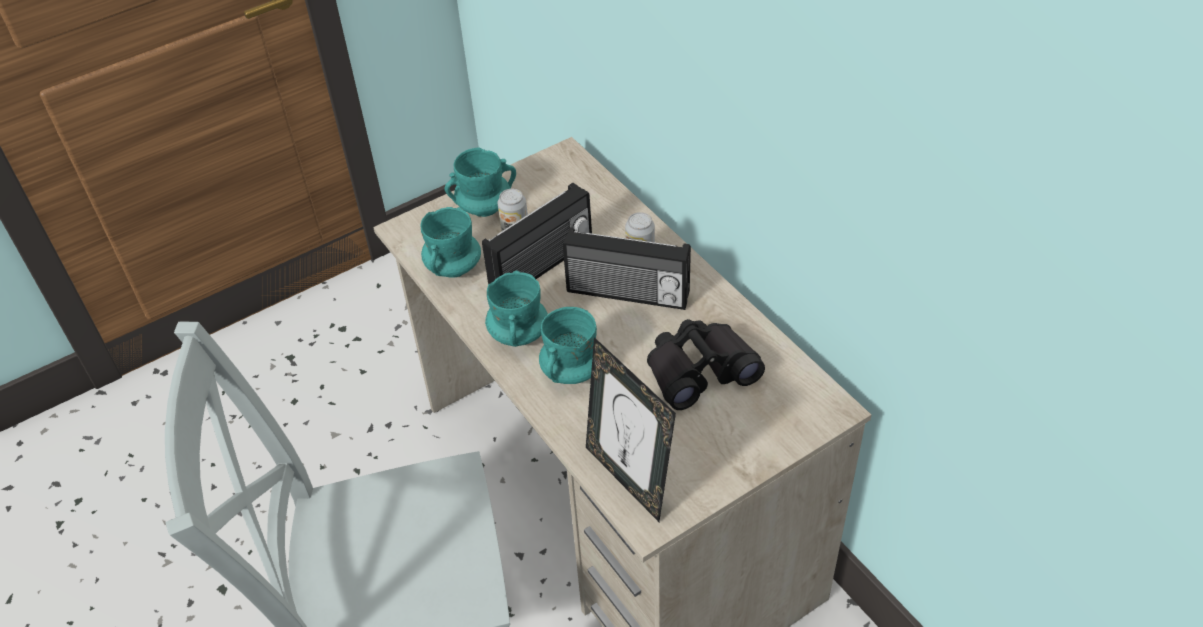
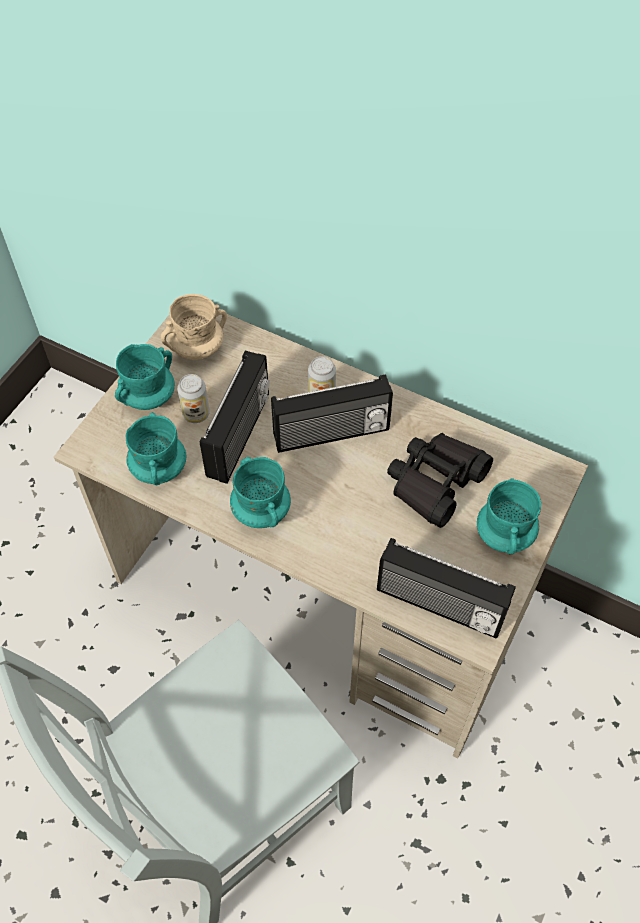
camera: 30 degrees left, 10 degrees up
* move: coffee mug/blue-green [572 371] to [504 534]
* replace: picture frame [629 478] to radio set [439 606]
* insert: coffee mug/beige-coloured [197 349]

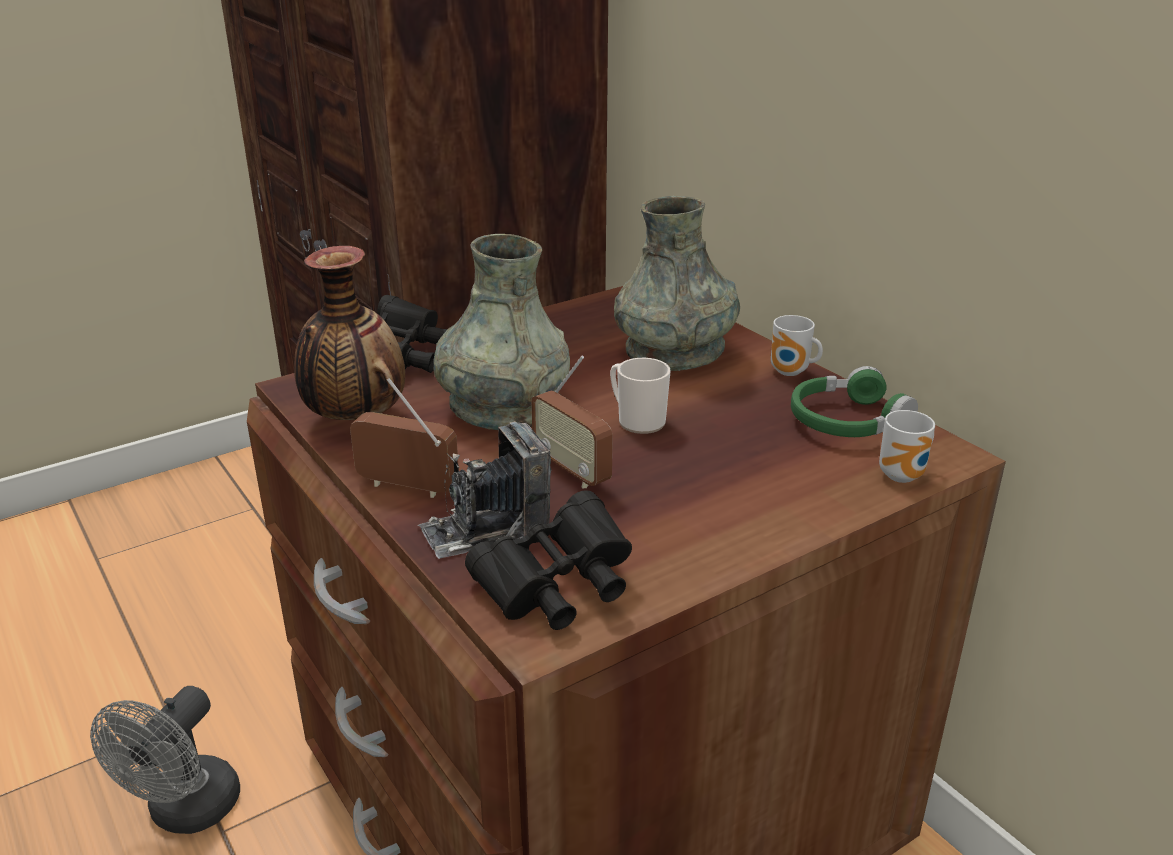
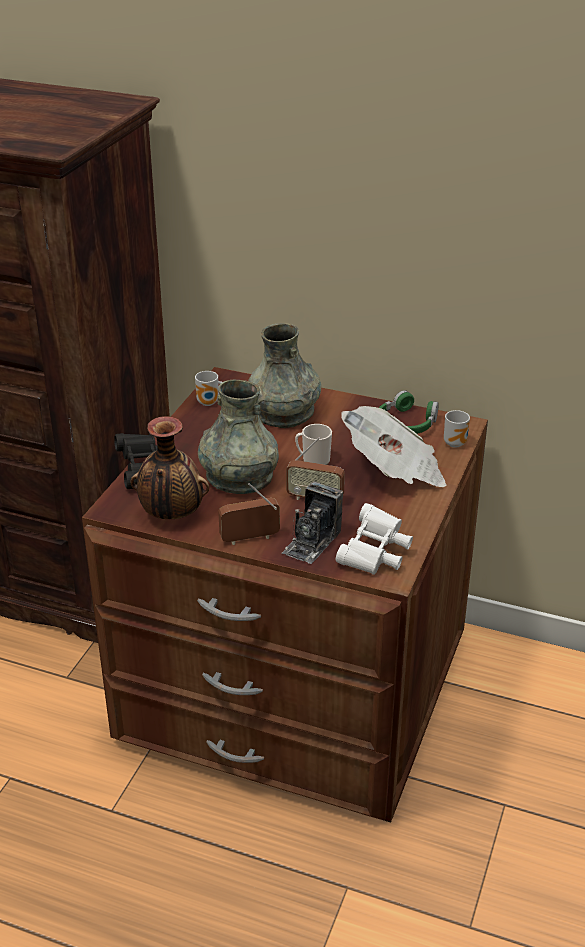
camera: 35 degrees left, 5 degrees up
* move: coffee mug [791 373] to [209 403]
* recolor: pair of binoculars/black [556 589] to pair of binoculars/white-coloured [375 554]
* delete: fan/grey [186 813]
* insert: daily paper [394 471]

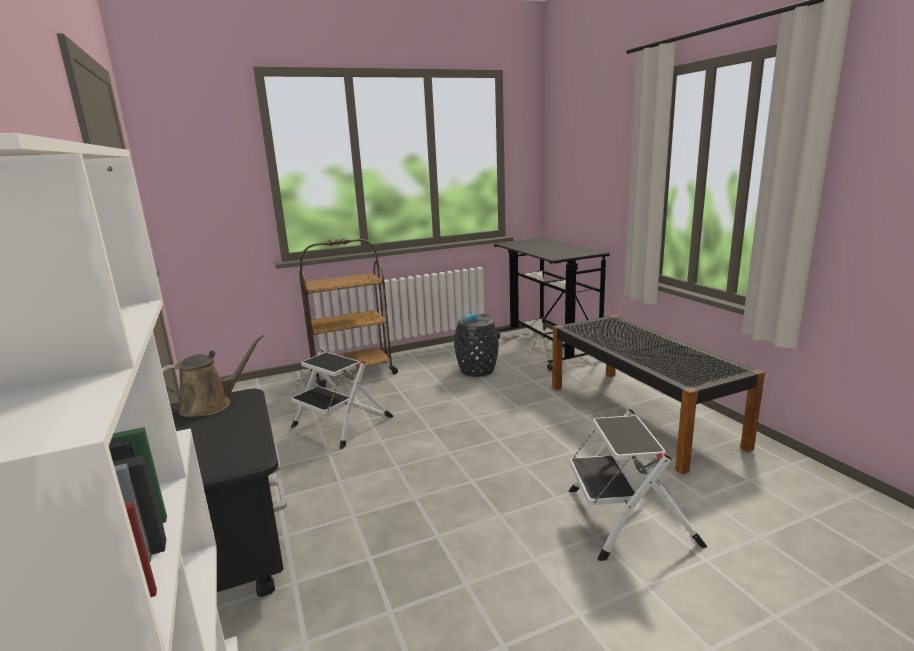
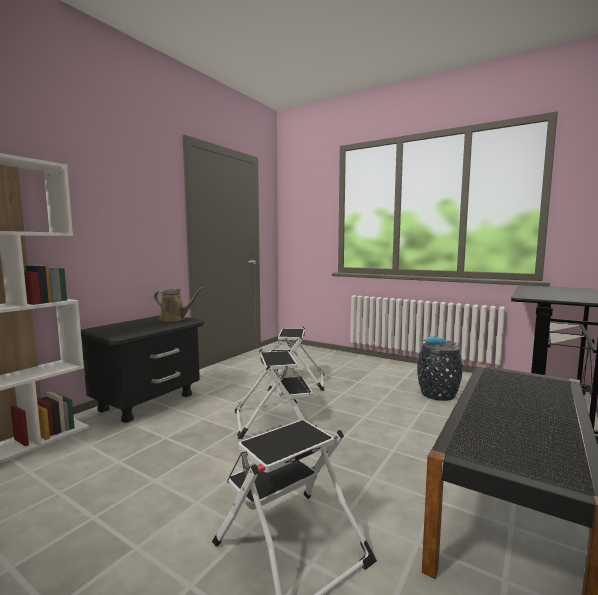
camera: 55 degrees right, 10 degrees down
* delete: cart/brown [353 374]
* insert: step ladder [273 419]

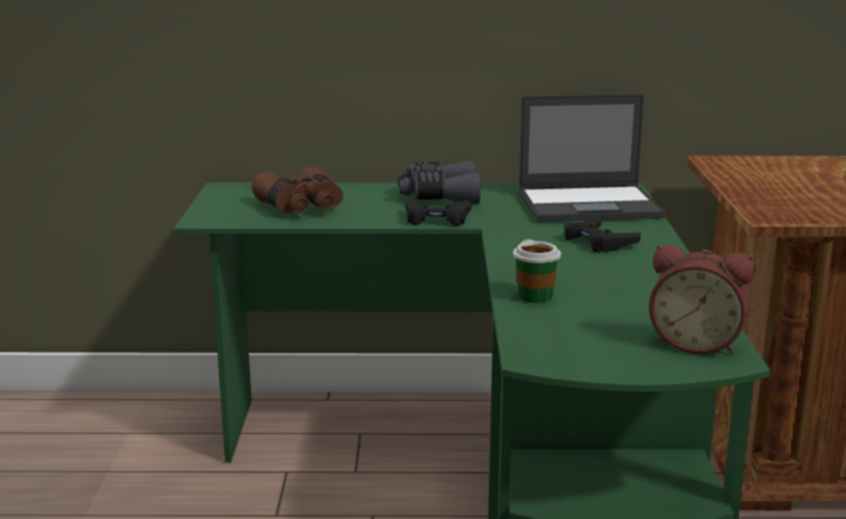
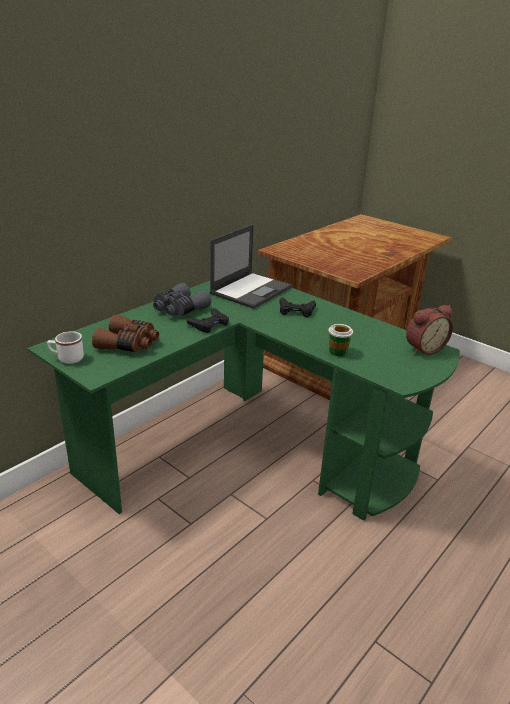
camera: 50 degrees left, 10 degrees up
* insert: coffee mug/white-coloured [67 359]

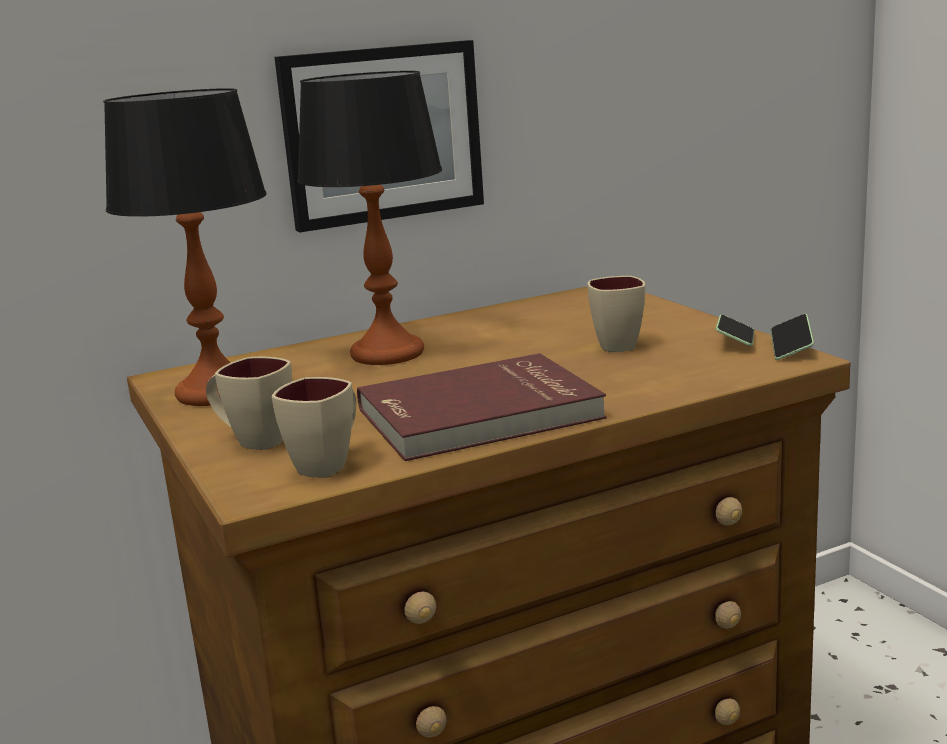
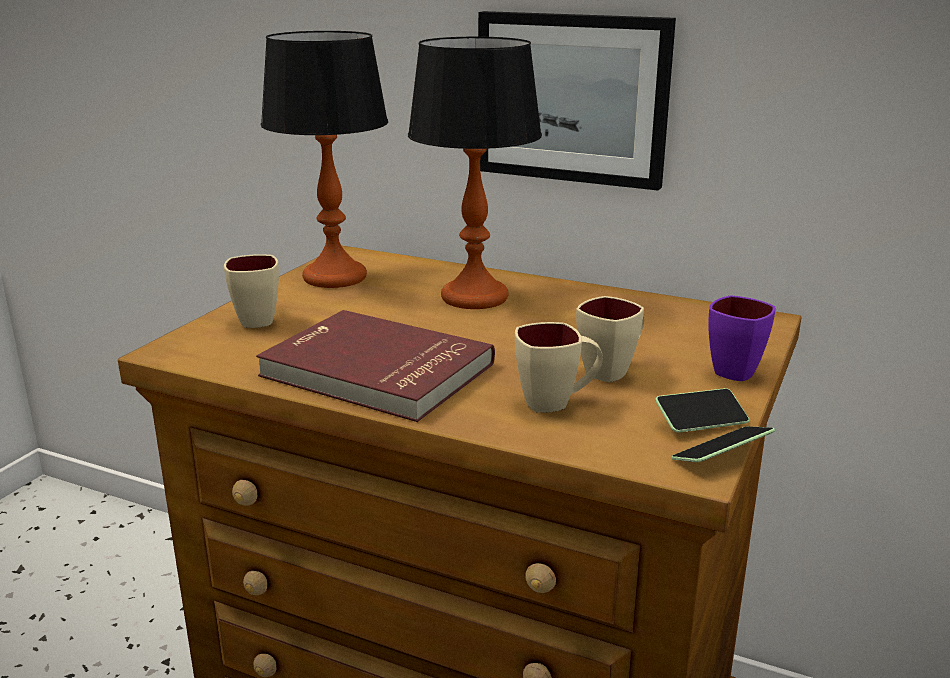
camera: 50 degrees right, 5 degrees up
* move: coffee mug/beige-coloured [329 463] to [557 402]
* insert: coffee mug/purple-coloured [739 369]

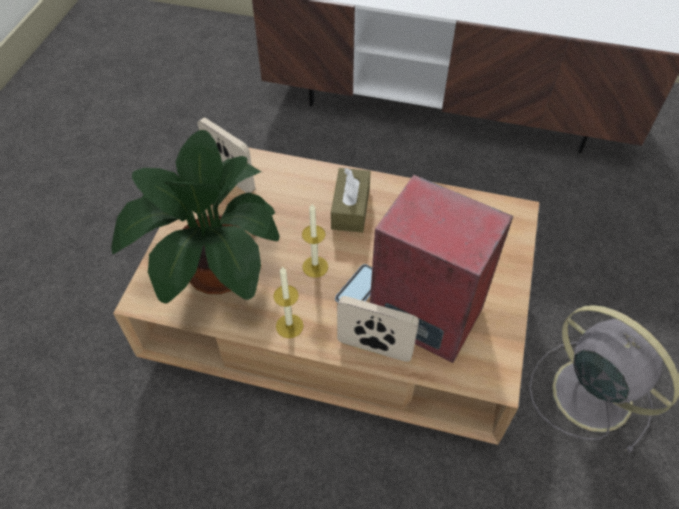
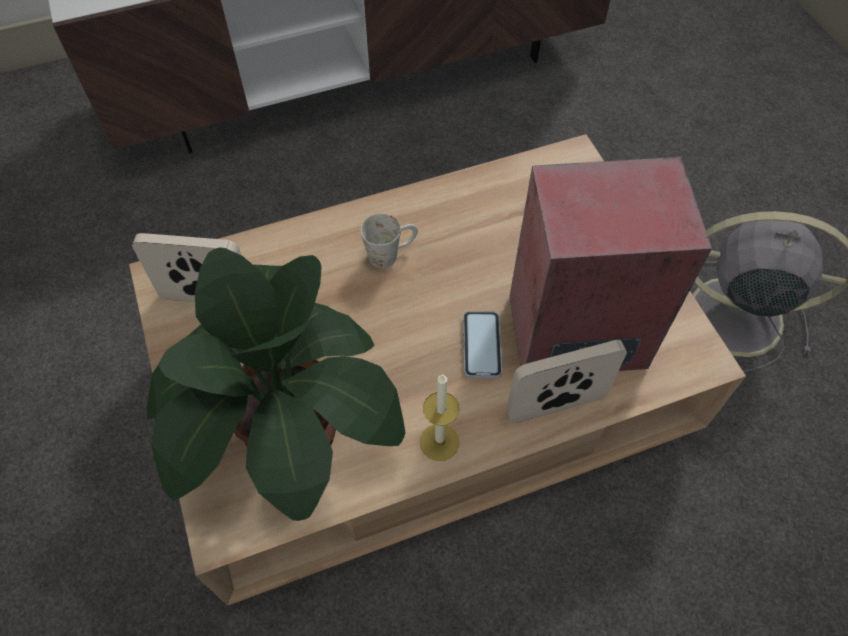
camera: 35 degrees left, 5 degrees up
* replace: tissue box/brown [350 208] to coffee mug/white-coloured [391 253]
* delete: candle [315 266]

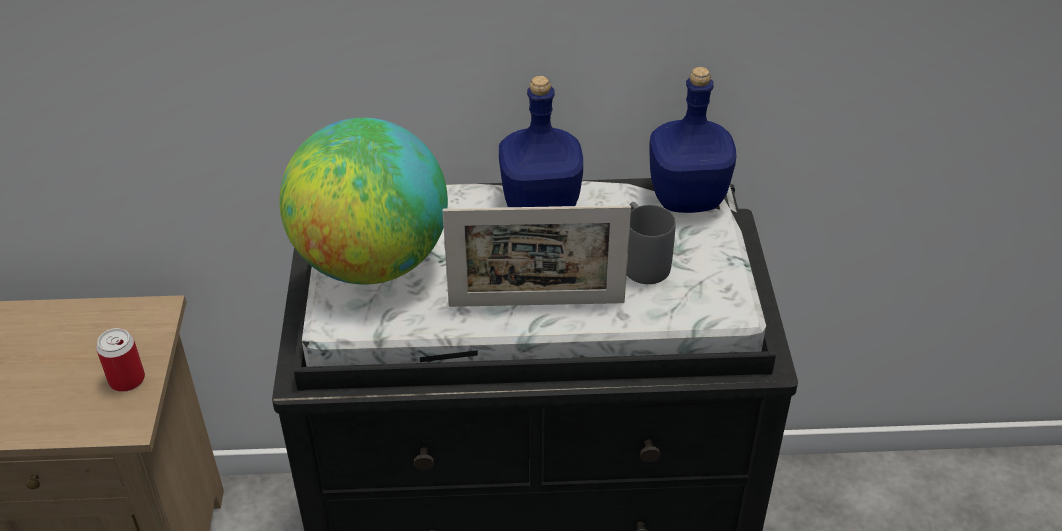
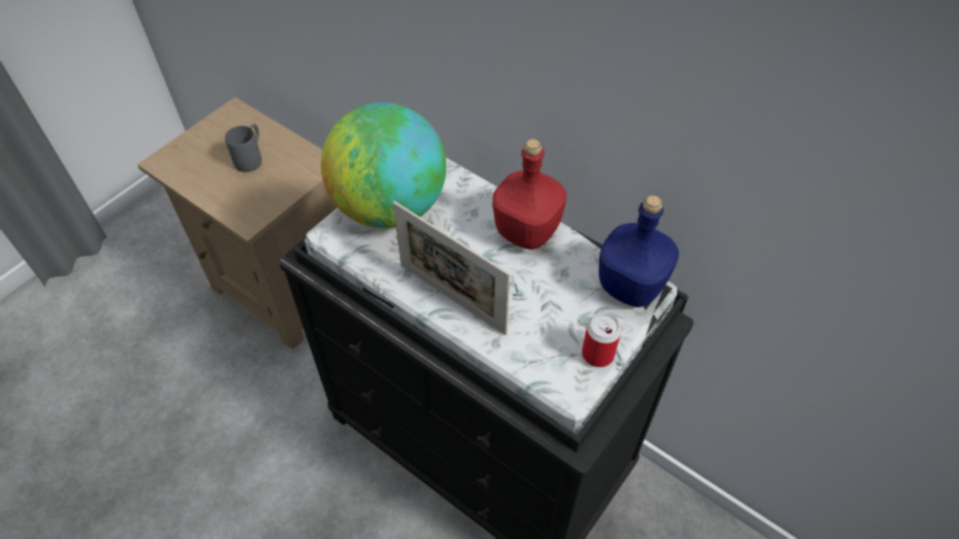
camera: 40 degrees right, 10 degrees up
* recolor: beverage bottle/blue [539 205] to beverage bottle/reddish [527 230]
* move: coffee mug/grey [642 261] to [251 158]
* move: metal can [127 379] to [598 354]

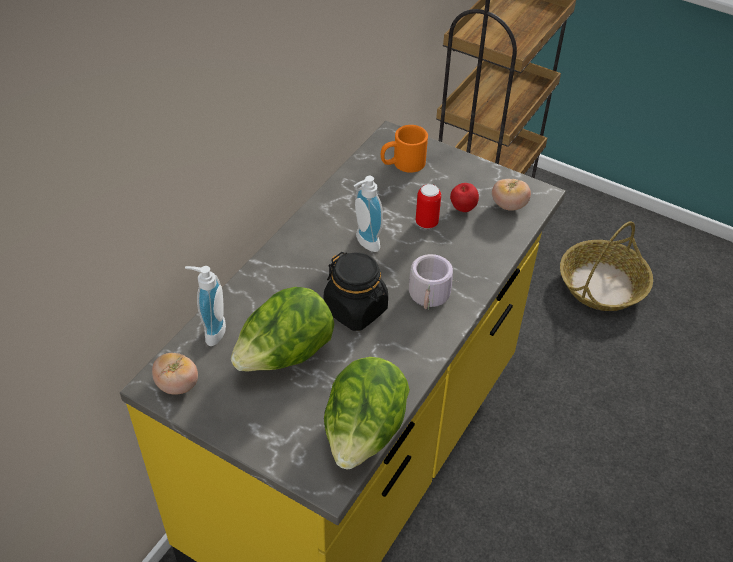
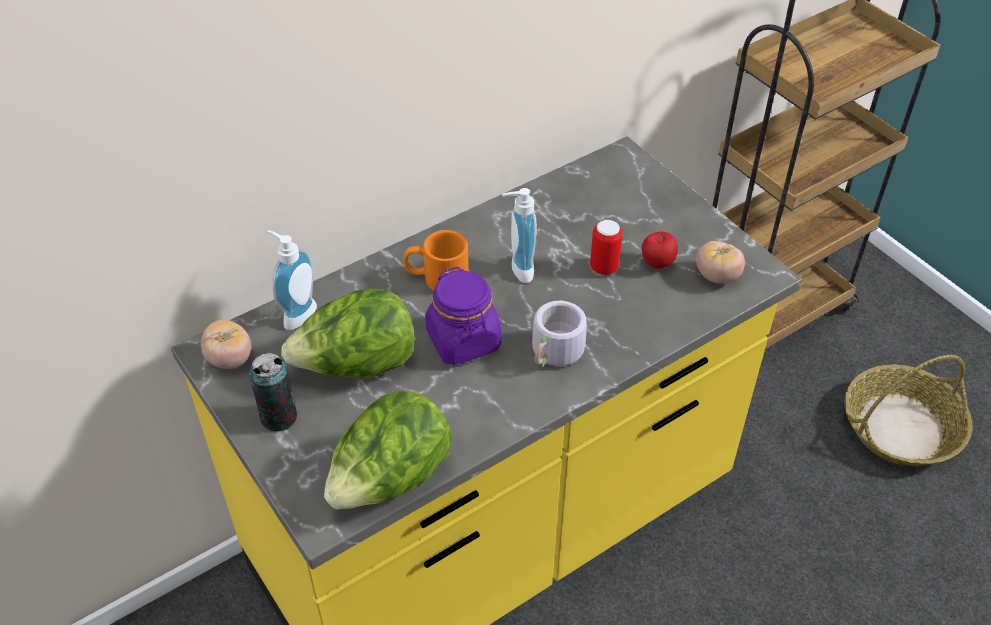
camera: 25 degrees right, 0 degrees up
* move: coffee mug/orange-coloured [402 163] to [436 278]
* recolor: storage jar/black [356 309] to storage jar/purple-coloured [464 340]
* insert: metal can [279 417]

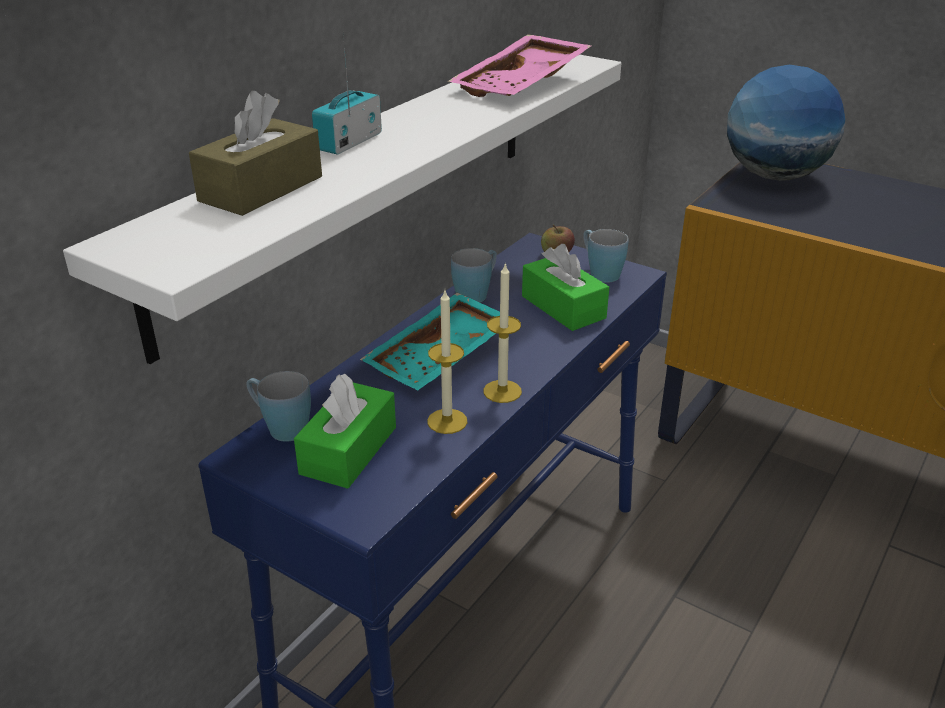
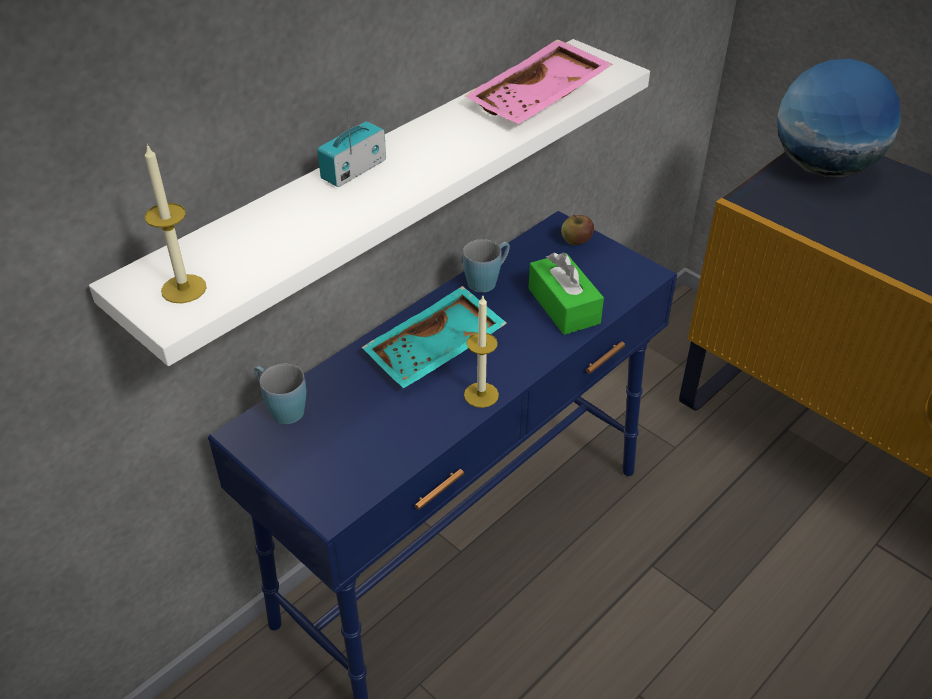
camera: 10 degrees right, 10 degrees up
* delete: tissue box/brown [261 189]
* delete: coffee mug/blue [599 272]
* move: candle [447 421] to [184 289]
* delete: tissue box/greenish [348 450]

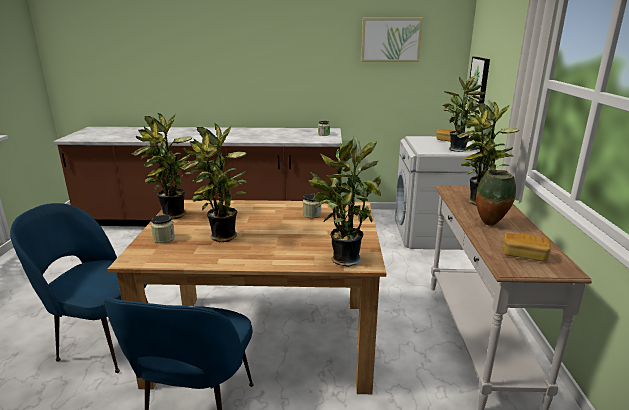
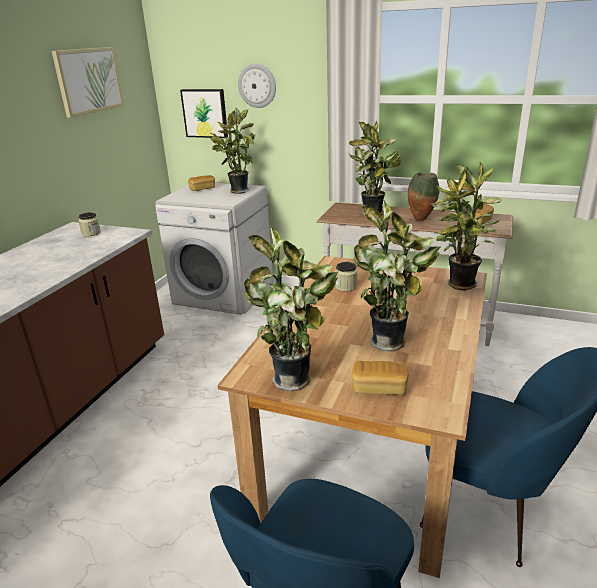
camera: 70 degrees left, 5 degrees up
* replace: storage jar [164 238] to bread [379 388]
* insert: wall clock [257 86]

